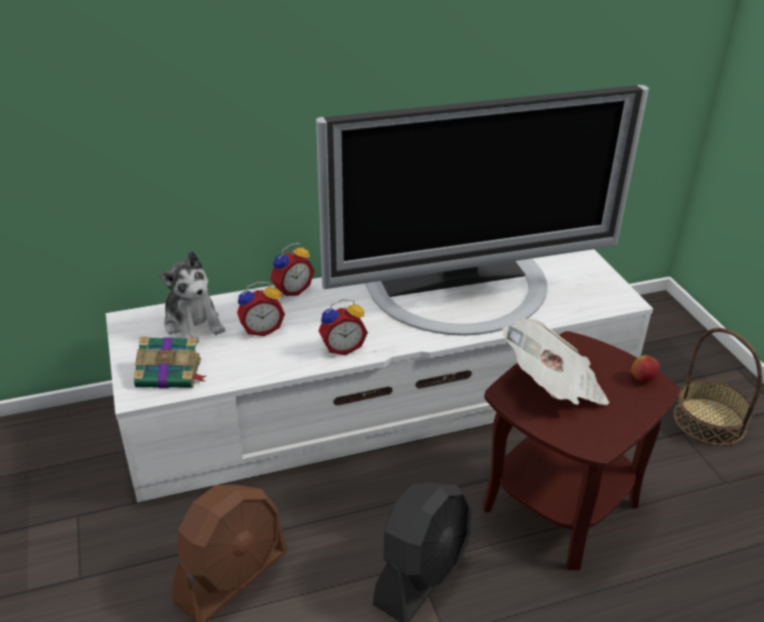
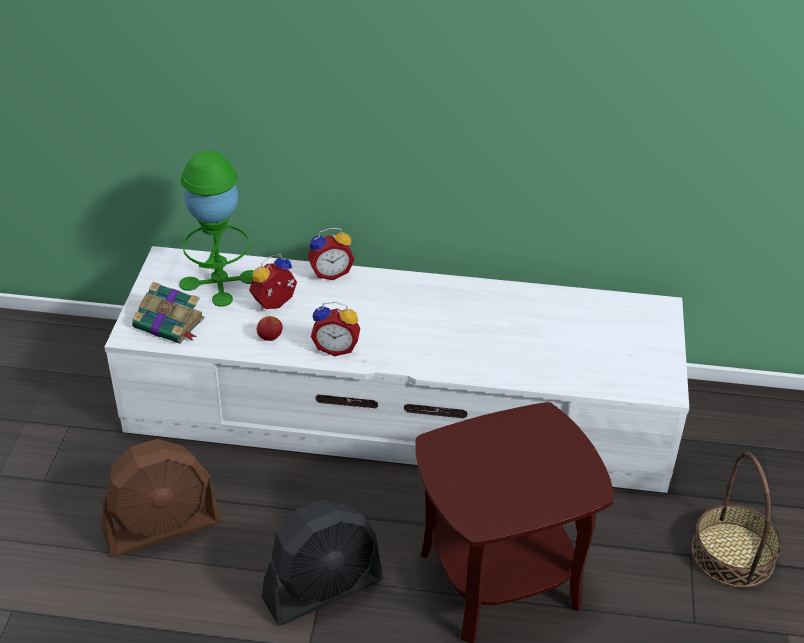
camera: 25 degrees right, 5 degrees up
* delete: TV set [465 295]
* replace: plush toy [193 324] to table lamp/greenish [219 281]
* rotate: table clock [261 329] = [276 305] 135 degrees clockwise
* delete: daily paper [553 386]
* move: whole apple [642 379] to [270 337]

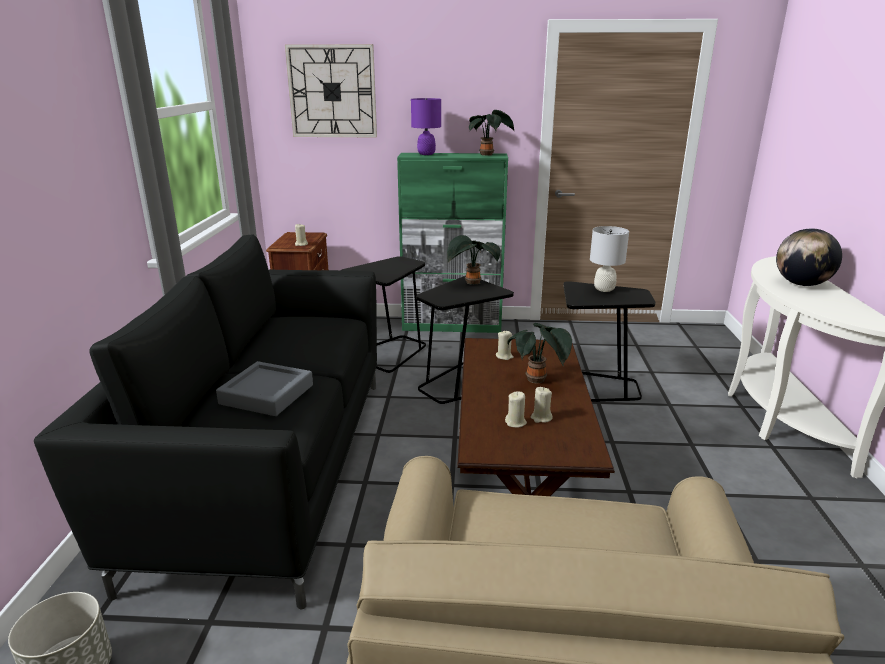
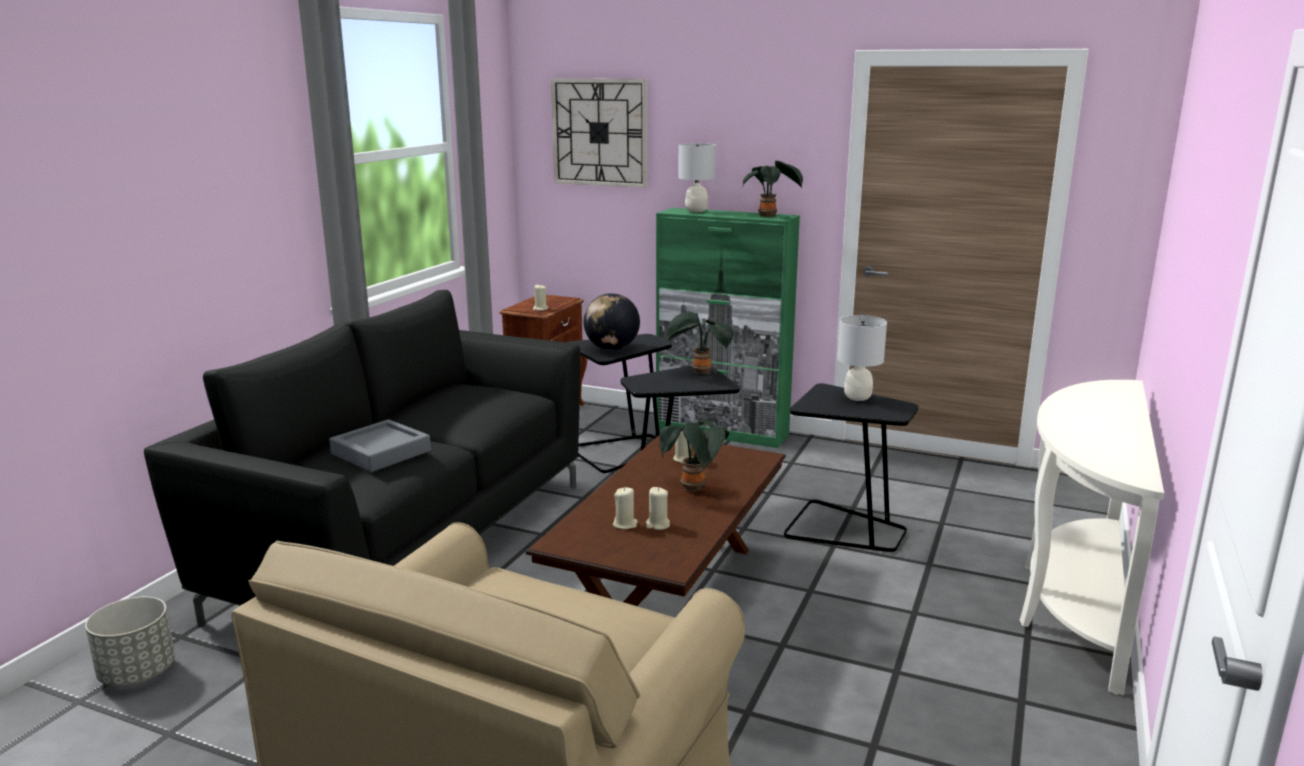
camera: 20 degrees right, 5 degrees down
* recolor: table lamp/purple-coloured [427 154] to table lamp/grey [697 211]
* move: desk globe [801 284] to [612 349]

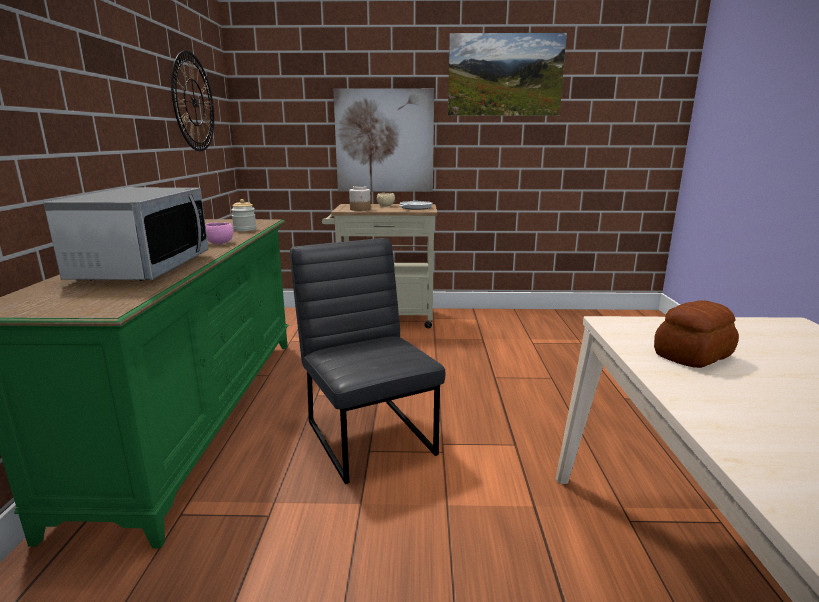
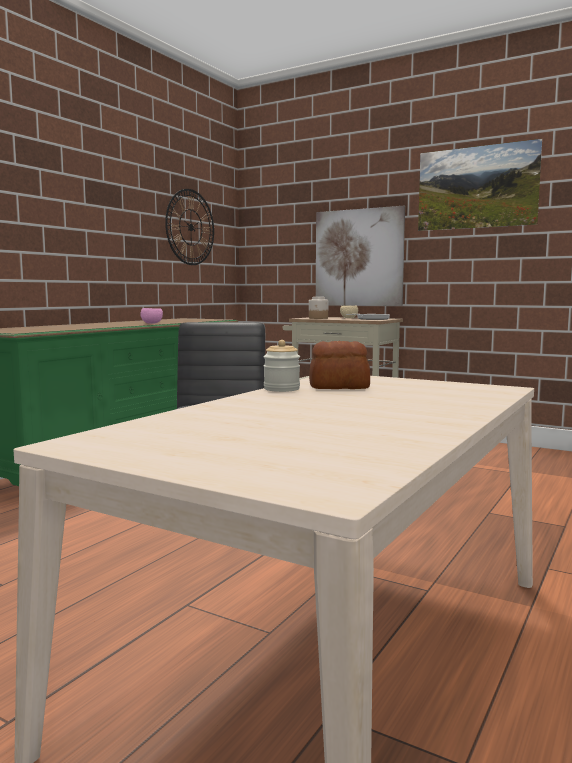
camera: 30 degrees right, 10 degrees down
* delete: kitchen microwave [143 267]
* move: storage jar [245 229] to [281 389]

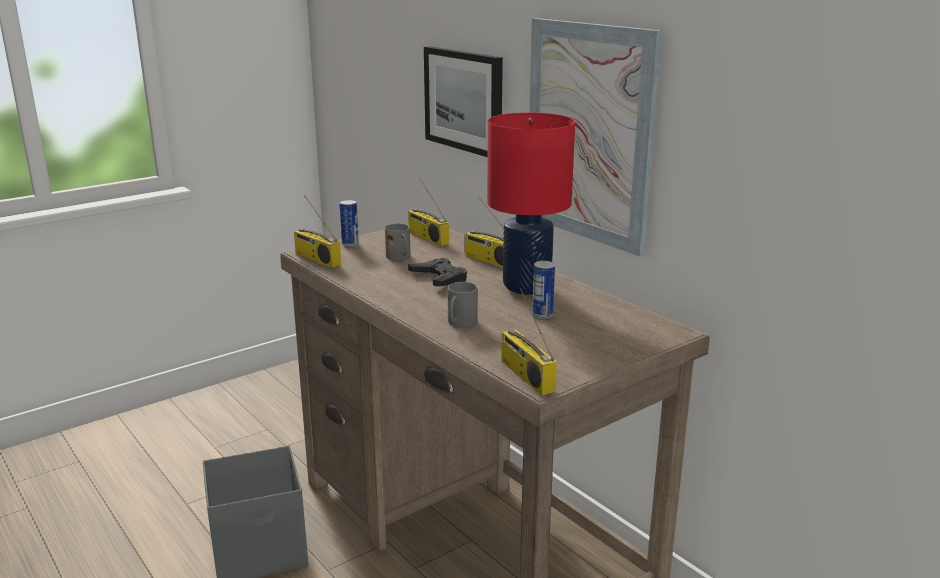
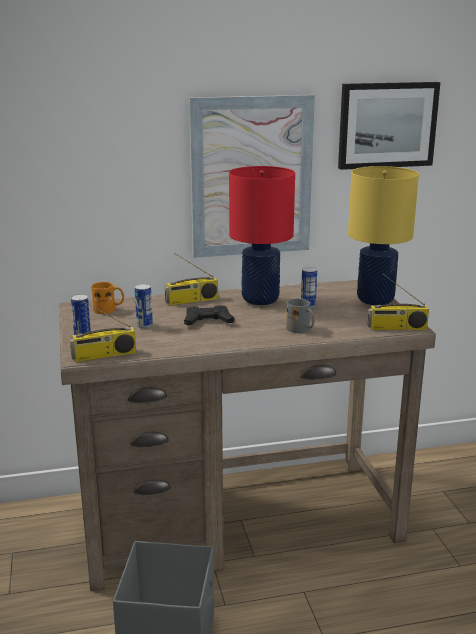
camera: 65 degrees left, 0 degrees up
* move: wall art [464 100] to [387 125]
* replace: radio set [426 237] to coffee mug/orange-coloured [109 309]
* replace: coffee mug/grey [400 257] to metal can [144 325]
* insert: table lamp/yellow [374 302]

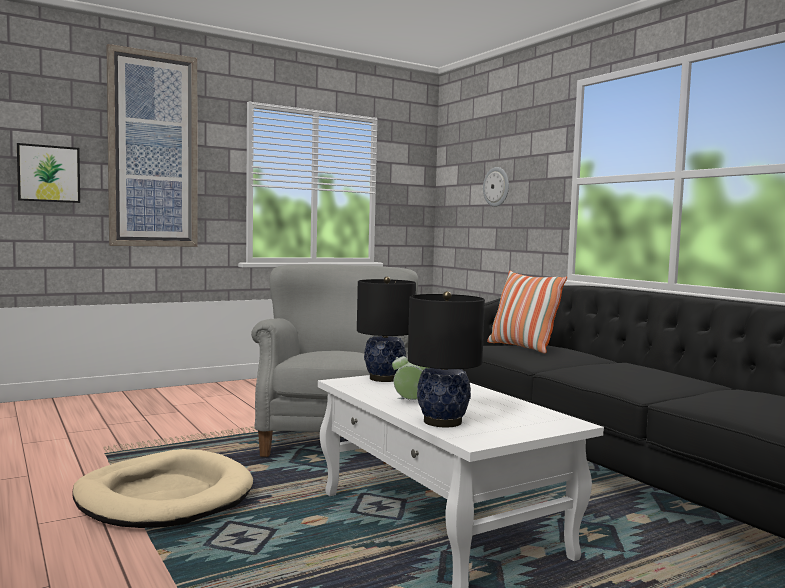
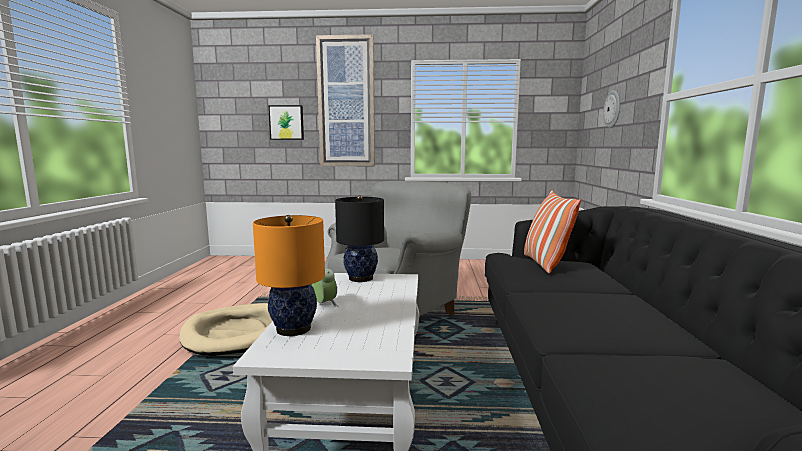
camera: 35 degrees right, 5 degrees up
* recolor: table lamp/black [442 422] to table lamp/orange-coloured [293 329]

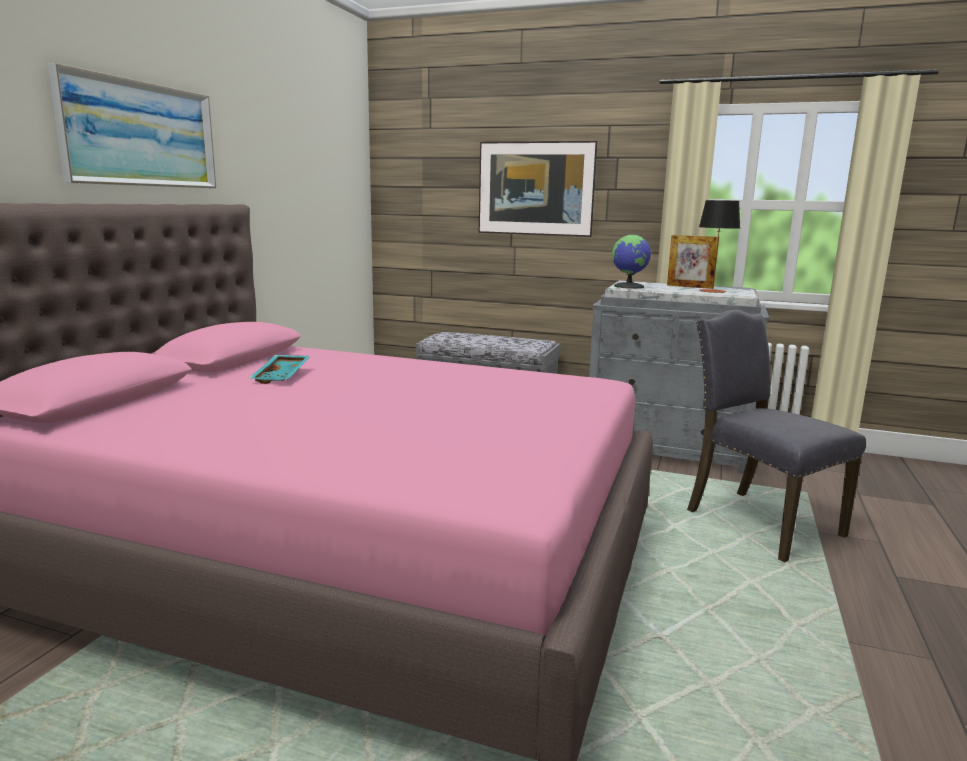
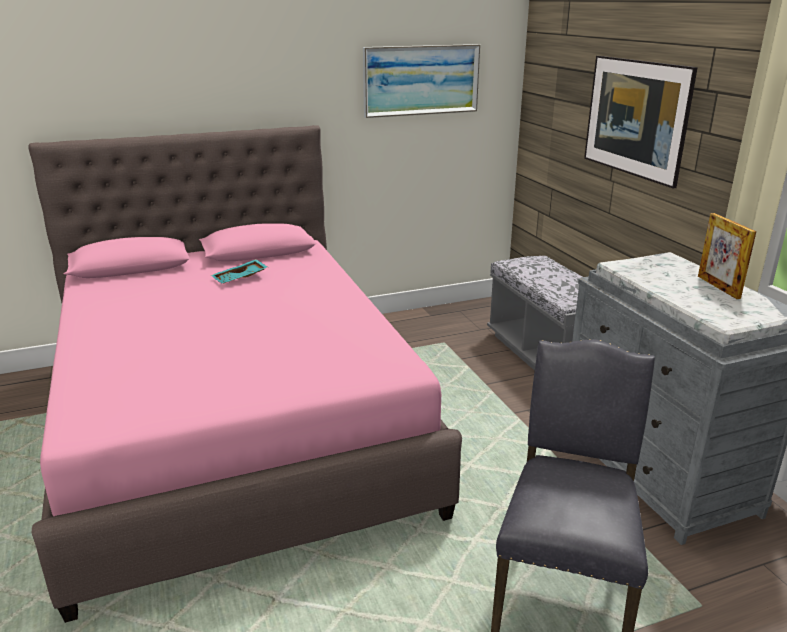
camera: 50 degrees right, 10 degrees up
* move: wall art [140 134] to [421 80]
* delete: table lamp [712 291]
* delete: desk globe [629 286]

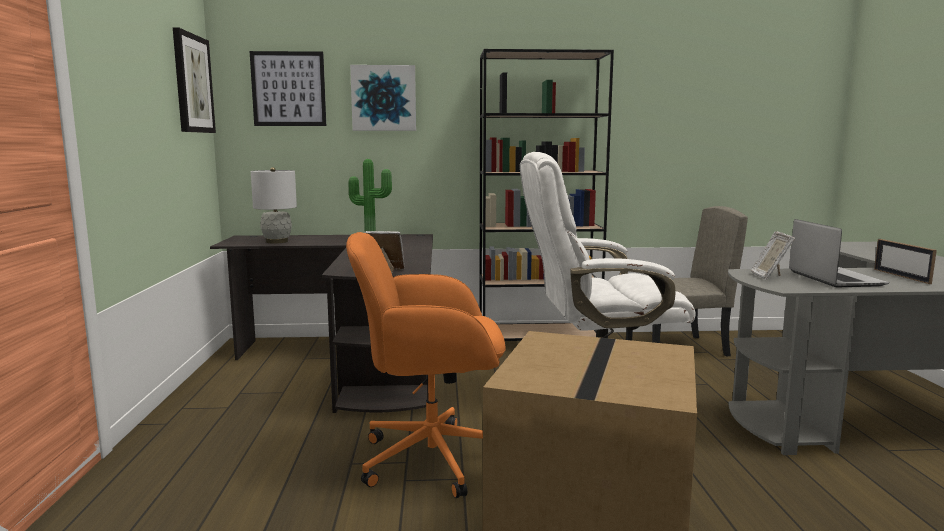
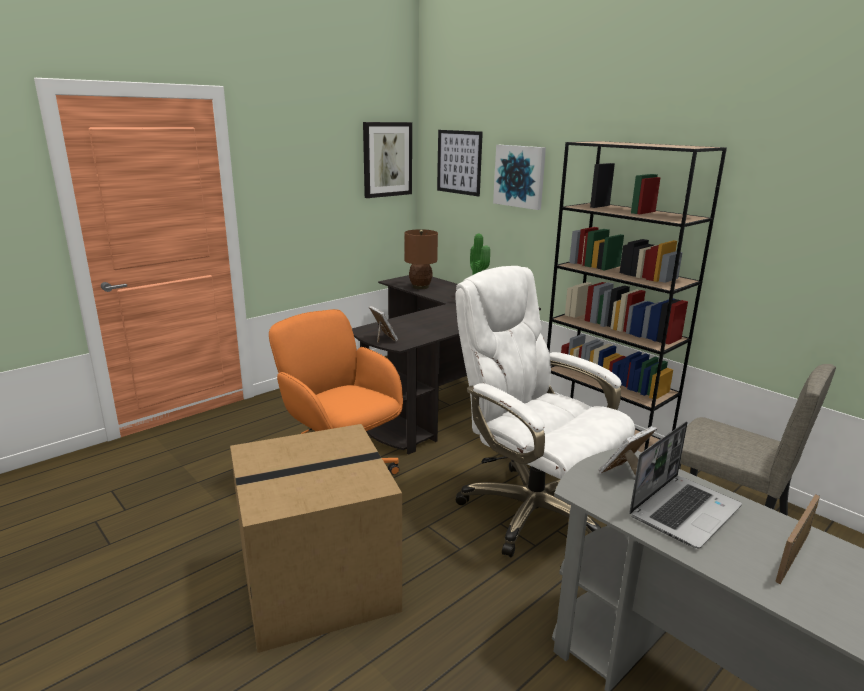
camera: 50 degrees right, 10 degrees up
* recolor: table lamp/white-coloured [277 241] to table lamp/brown [420 287]

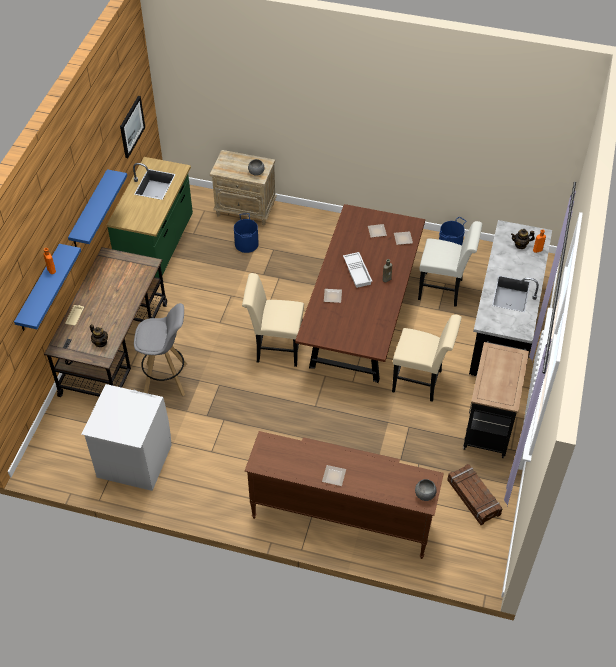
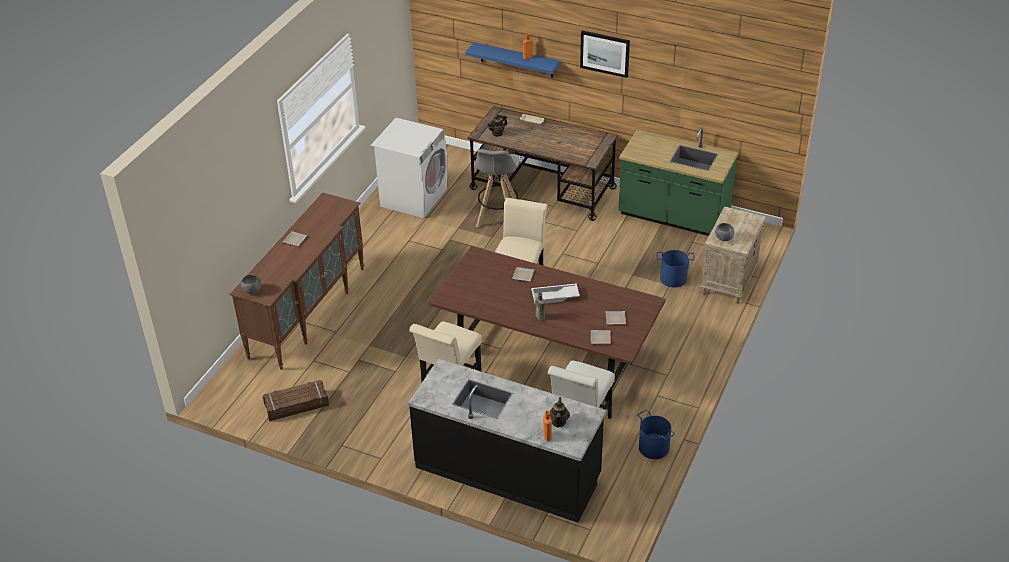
camera: 100 degrees right, 10 degrees down
* move: wall art [131 126] to [605 53]
* delete: bracket shelf/blue [89 210]
* delete: cart/black [489 424]

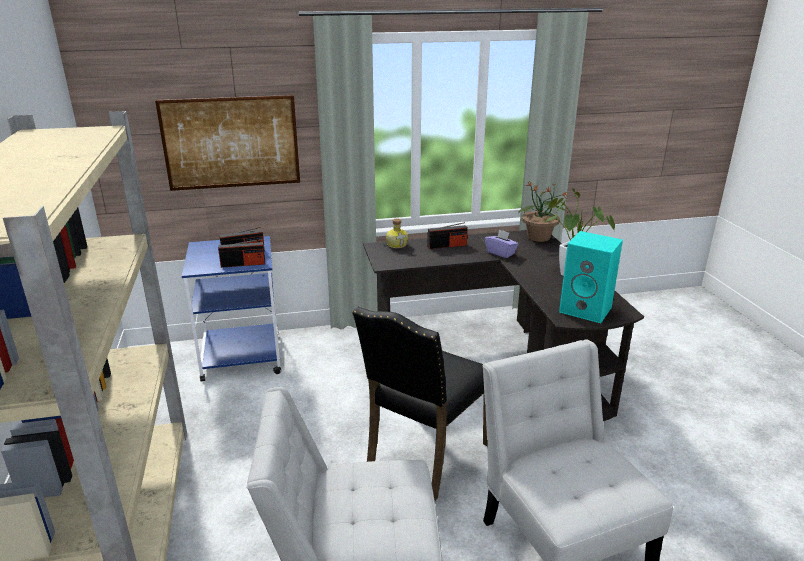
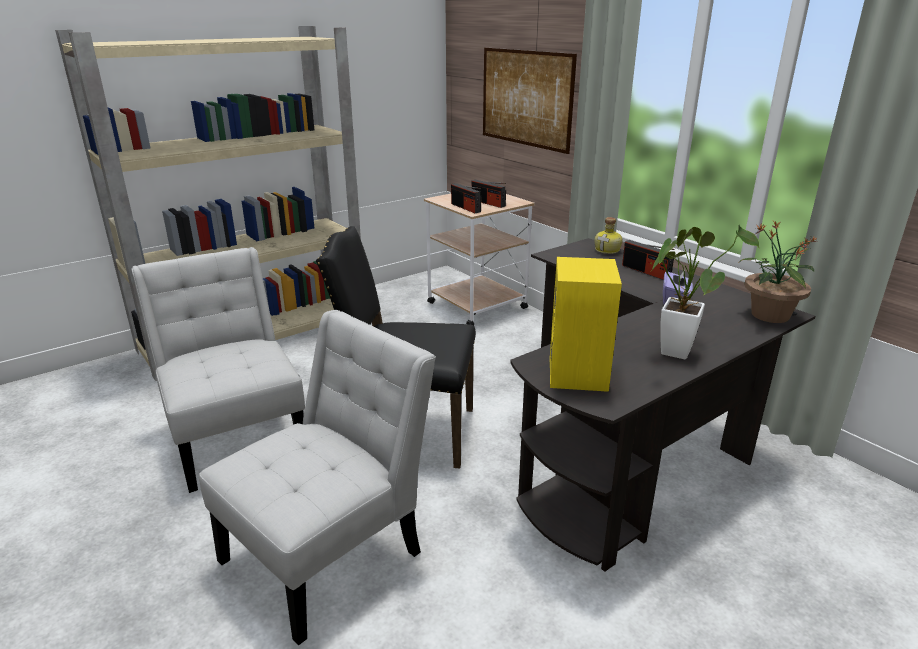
camera: 65 degrees right, 0 degrees up
* recolor: loudspeaker/blue-green [587 309] to loudspeaker/yellow [579 374]
* recolor: cart/blue [243 357] to cart/beige-coloured [478 306]

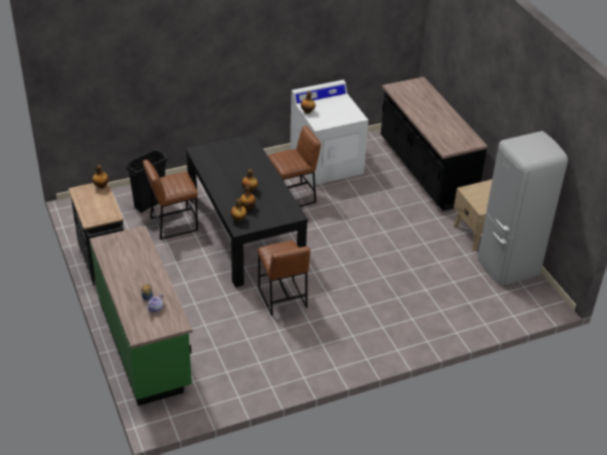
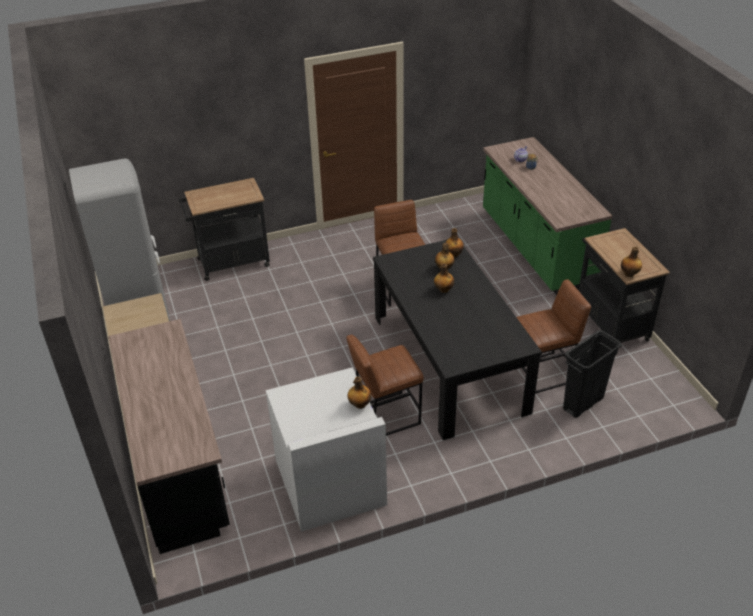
camera: 175 degrees left, 0 degrees up
* insert: cart/black [231 263]

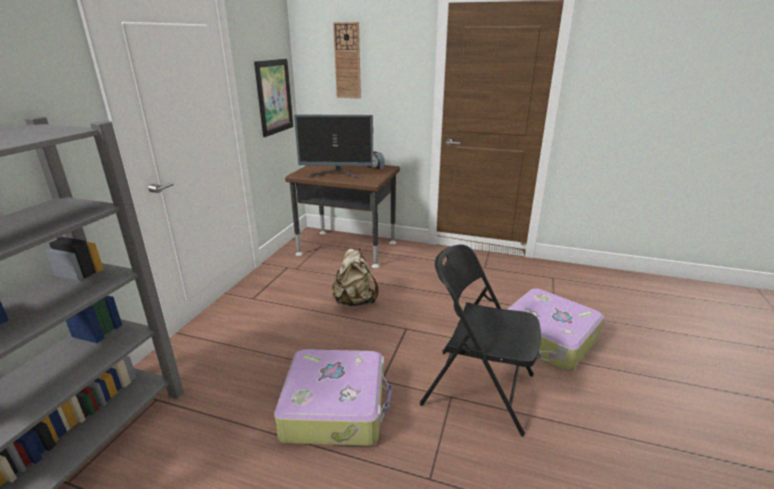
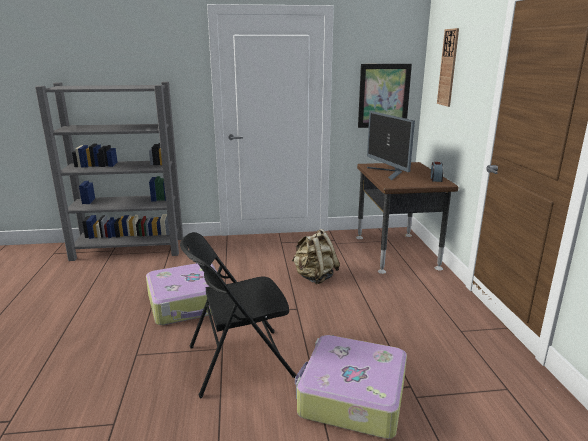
camera: 65 degrees right, 5 degrees down
* rotate: plain chair/black [478 388] = [240 361] 105 degrees counterclockwise

